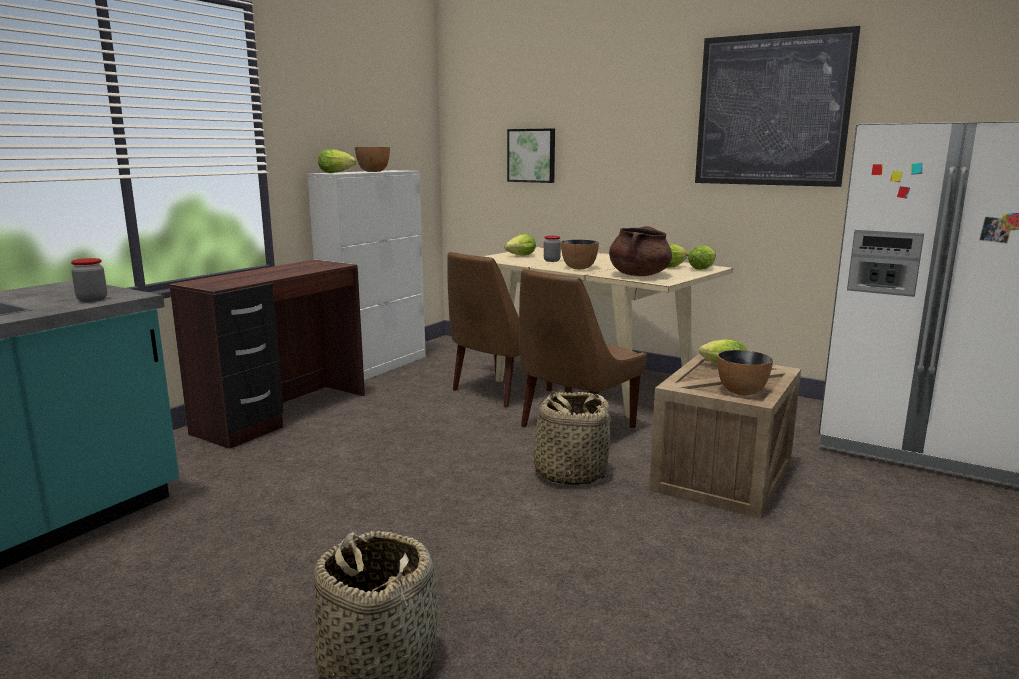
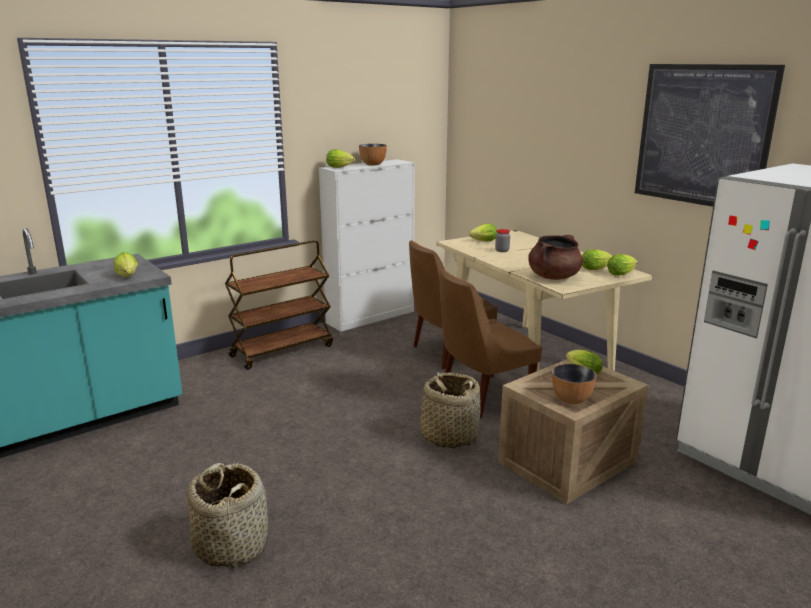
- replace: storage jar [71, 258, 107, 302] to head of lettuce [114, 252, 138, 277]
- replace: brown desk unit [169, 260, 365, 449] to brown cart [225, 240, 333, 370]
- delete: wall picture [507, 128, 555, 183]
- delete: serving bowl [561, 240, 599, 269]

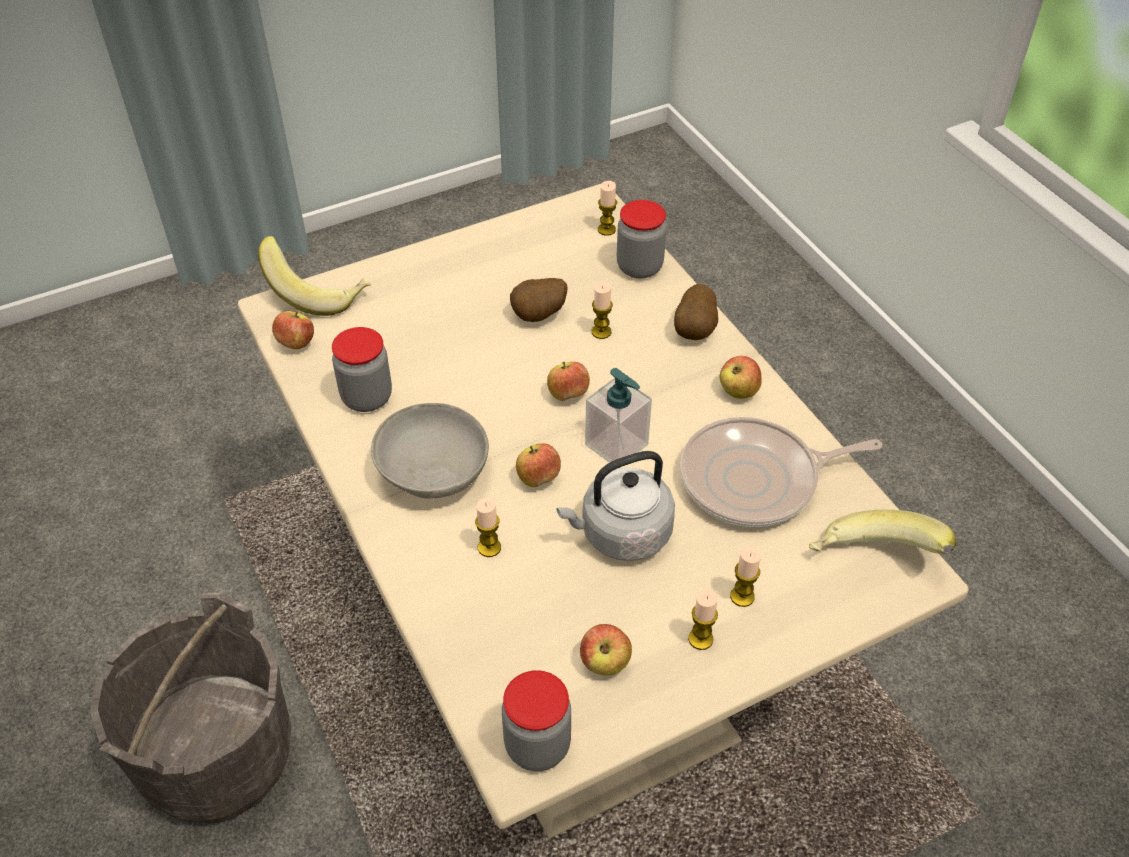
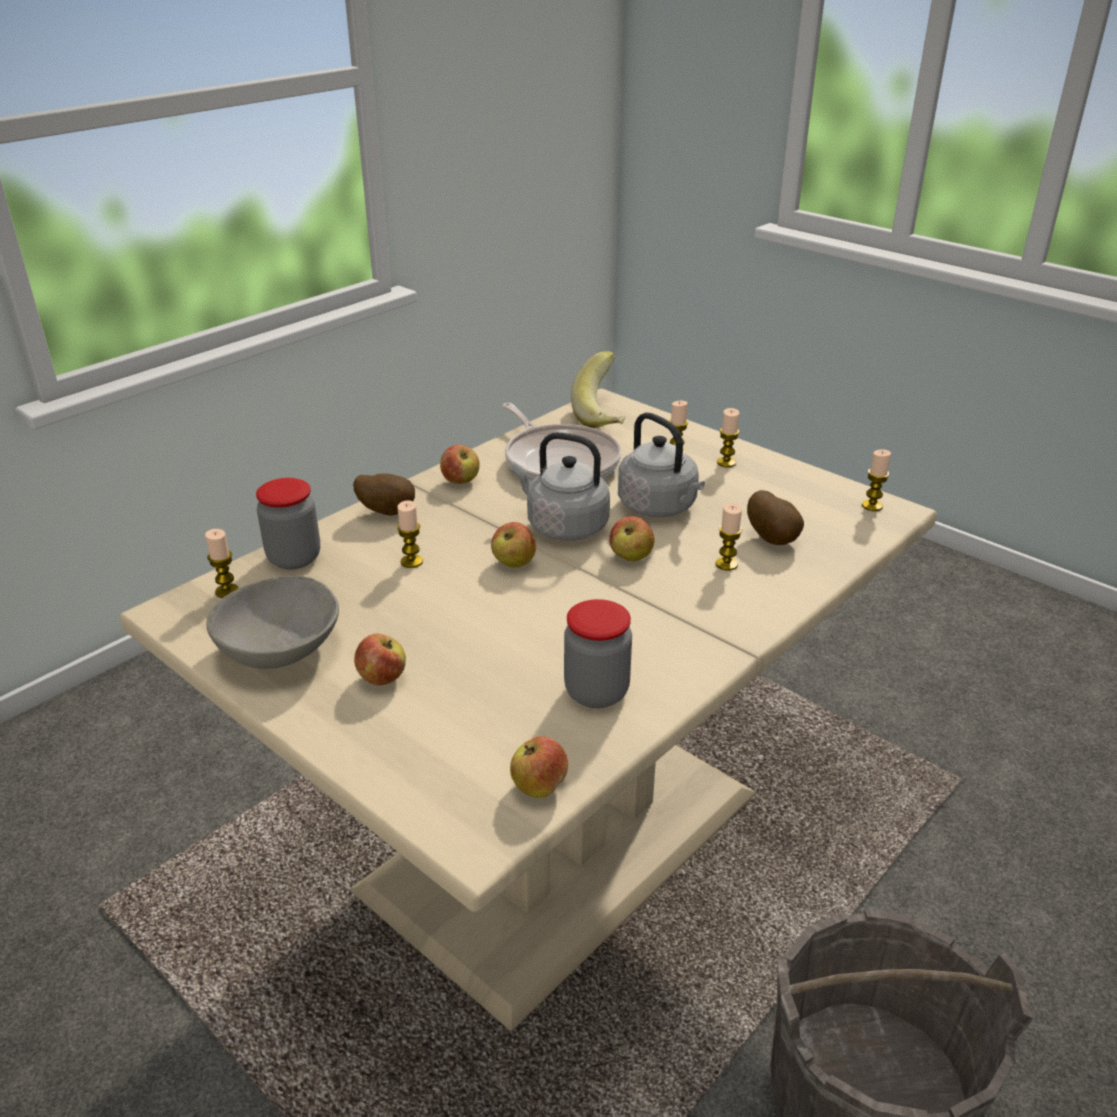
- delete: whole banana [258, 236, 371, 316]
- move: greyish serving bowl [371, 403, 489, 499] to [207, 576, 339, 669]
- replace: storage jar [502, 670, 571, 771] to candle [862, 449, 891, 511]
- move: potato [510, 278, 568, 322] to [747, 490, 804, 545]
- move: whole apple [580, 624, 632, 676] to [354, 634, 406, 685]
- replace: soap dispenser [585, 368, 652, 469] to greyish water kettle [511, 432, 610, 541]

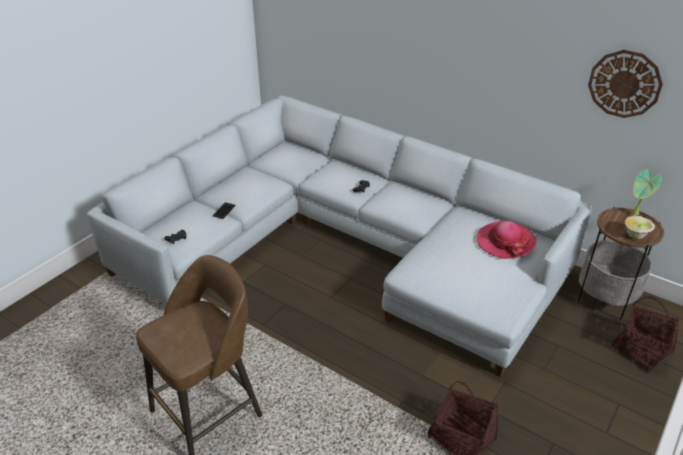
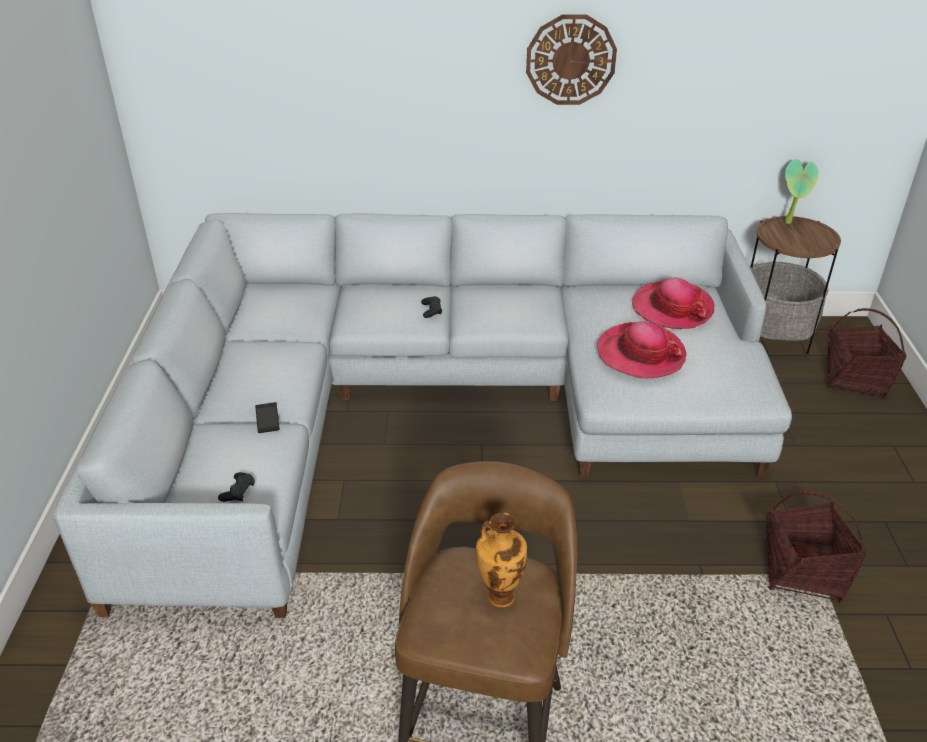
- move: wall clock [588, 50, 663, 118] to [526, 14, 617, 105]
- delete: serving bowl [624, 216, 655, 239]
- insert: flower vase [476, 512, 527, 607]
- insert: hat [597, 321, 686, 379]

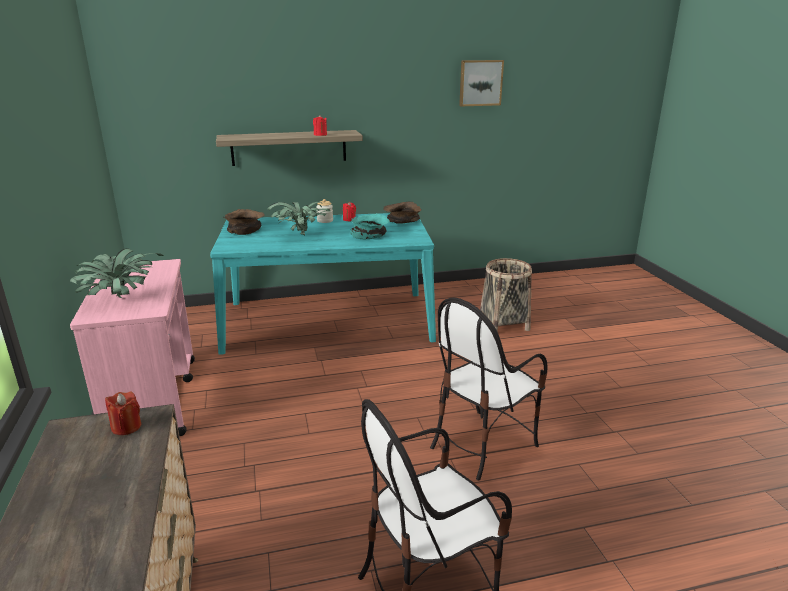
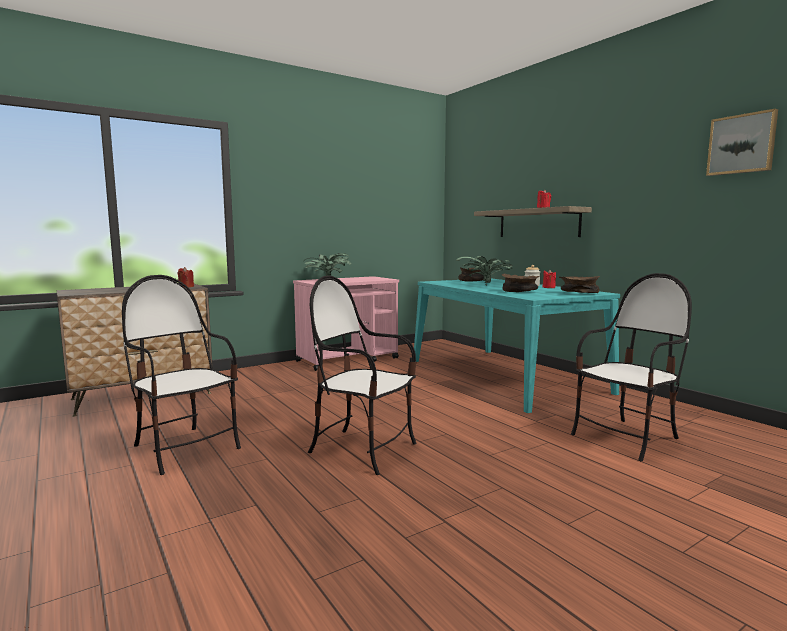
- recolor: blue-green serving bowl [350, 213, 390, 239] to brown serving bowl [502, 274, 540, 292]
- replace: basket [480, 258, 532, 332] to chair [571, 273, 692, 461]

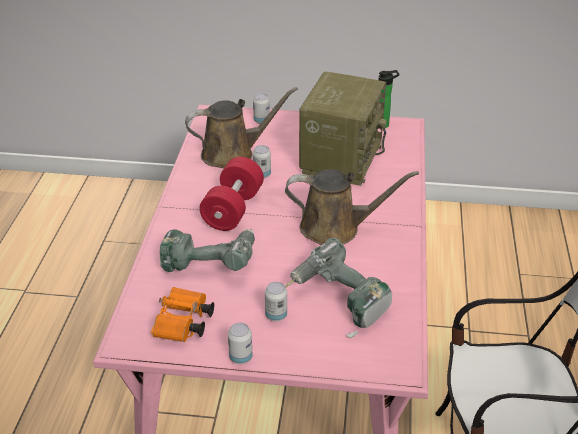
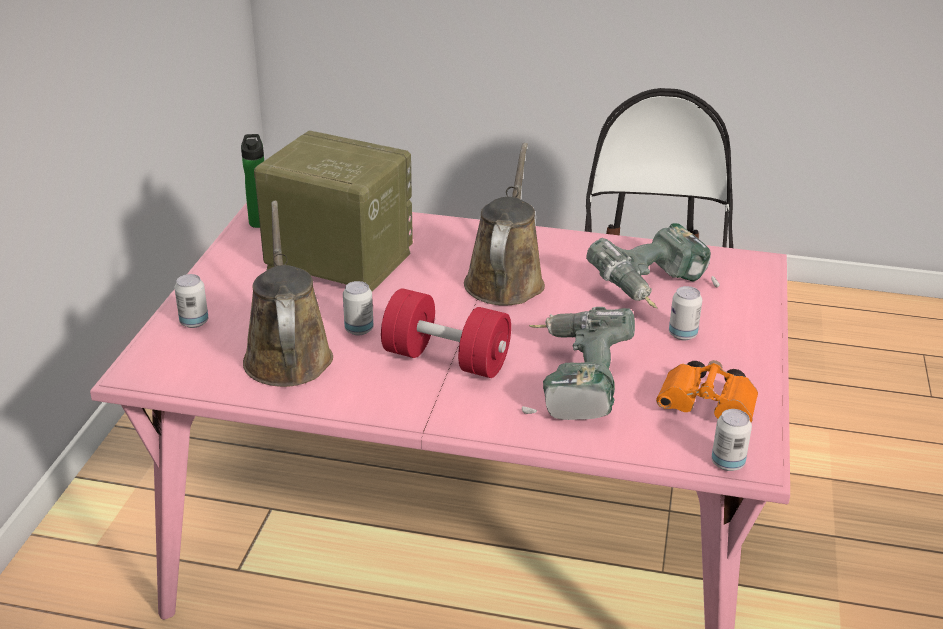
- move: metal can [228, 323, 252, 364] to [711, 409, 752, 471]

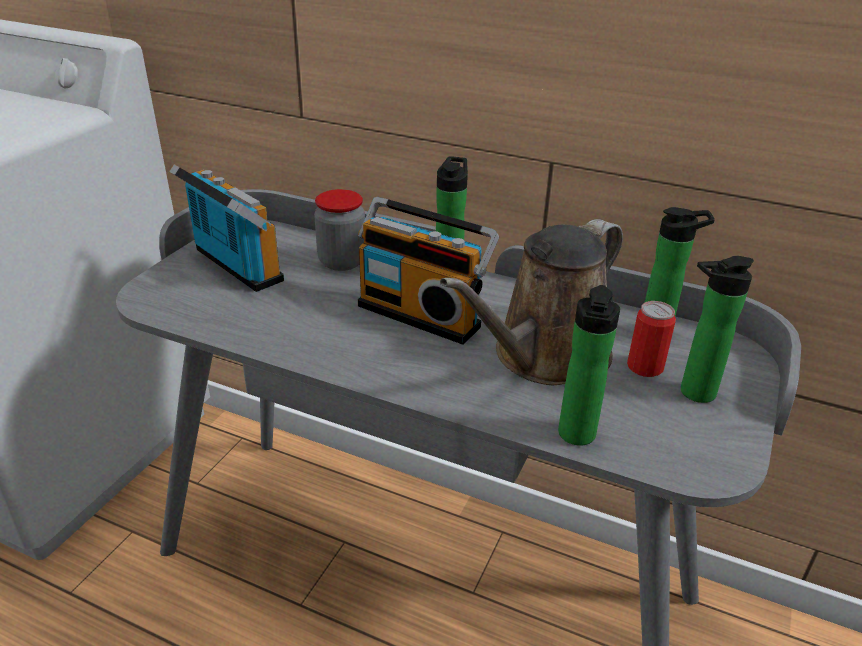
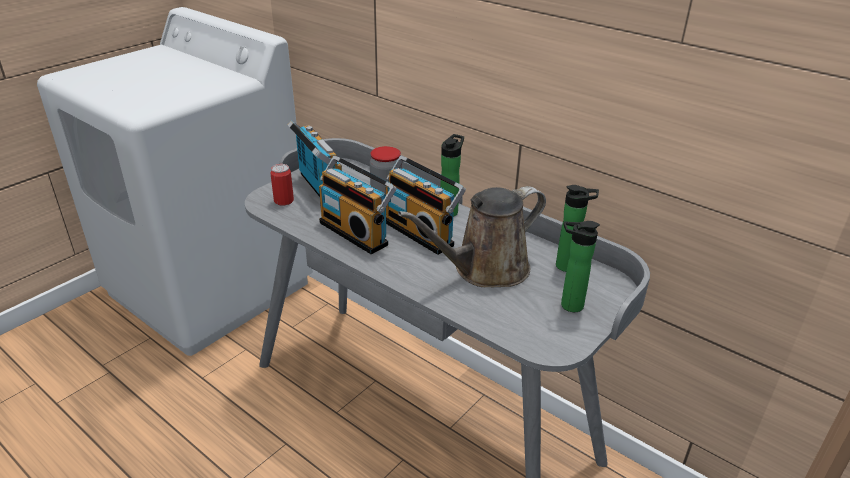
- delete: beverage bottle [558, 285, 620, 446]
- move: metal can [627, 301, 676, 377] to [270, 164, 294, 206]
- insert: radio receiver [319, 156, 397, 254]

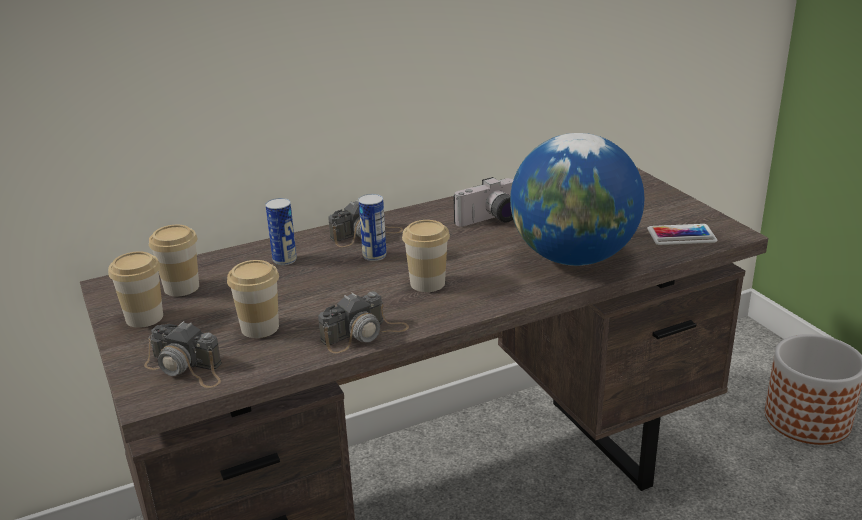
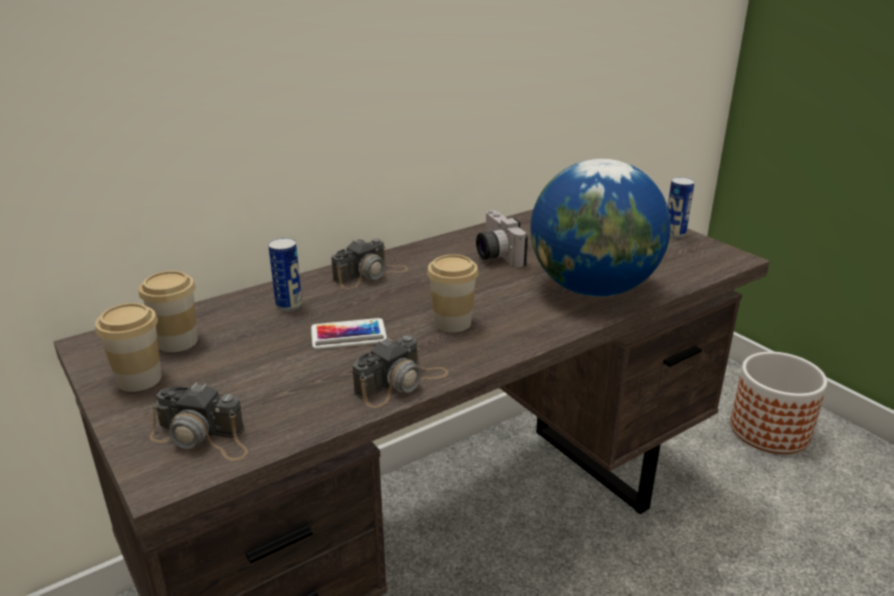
- delete: cup [227, 260, 279, 338]
- move: metal can [358, 194, 387, 261] to [668, 177, 695, 238]
- rotate: photo camera [453, 177, 513, 226] = [476, 210, 528, 268] 105 degrees clockwise
- move: handset [647, 224, 717, 245] to [311, 318, 387, 349]

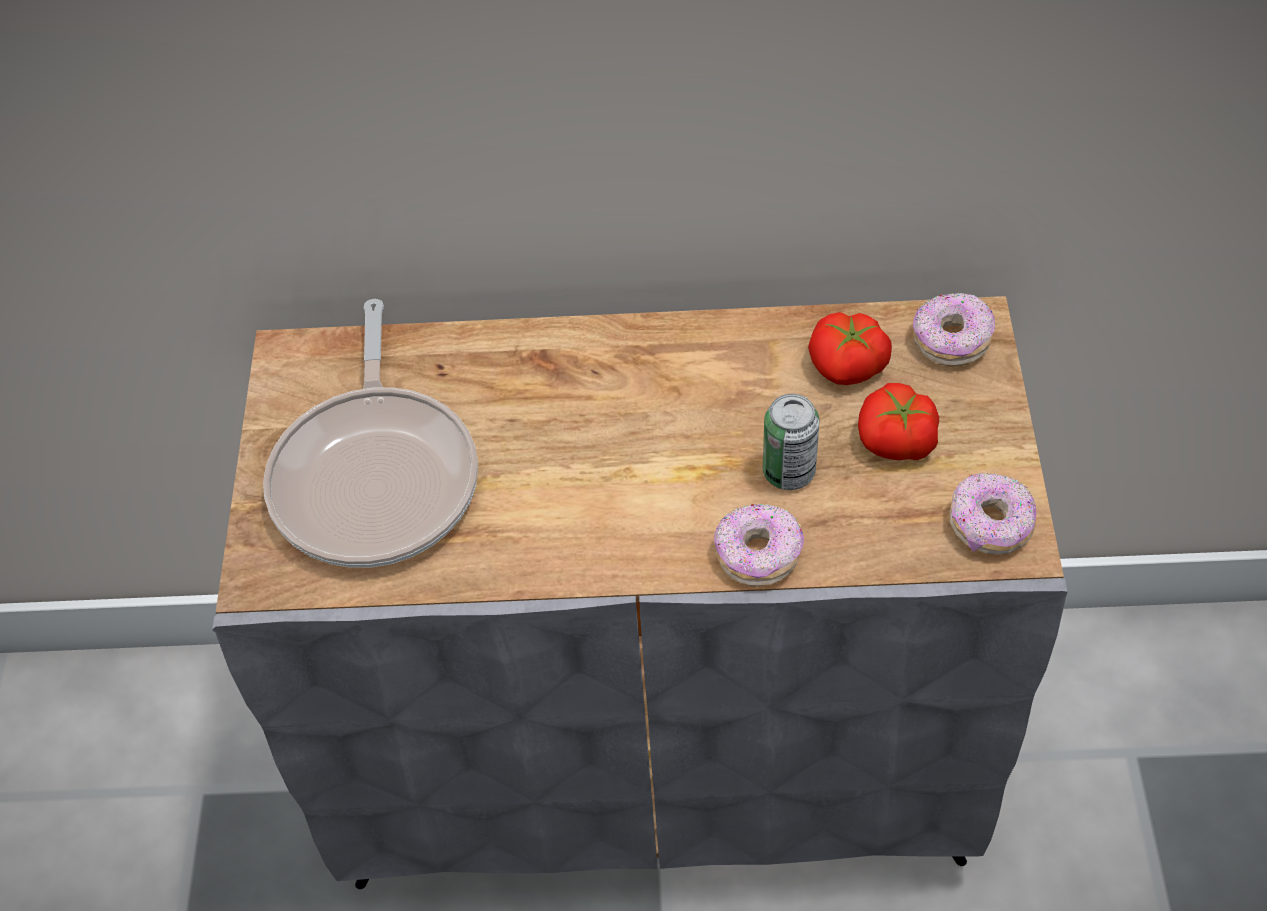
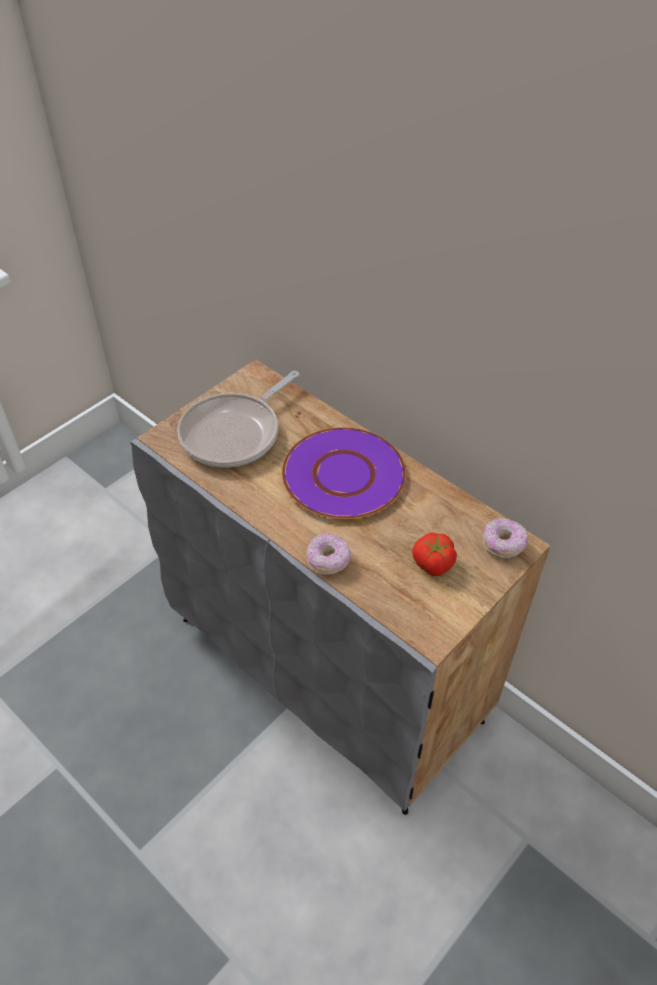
- delete: metal can [763, 394, 820, 490]
- delete: fresh tomato [808, 312, 892, 385]
- delete: doughnut [950, 473, 1036, 555]
- insert: purple flat dish [282, 427, 406, 519]

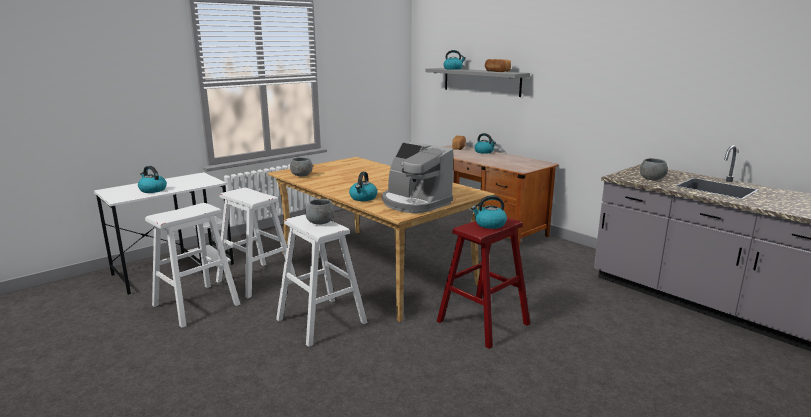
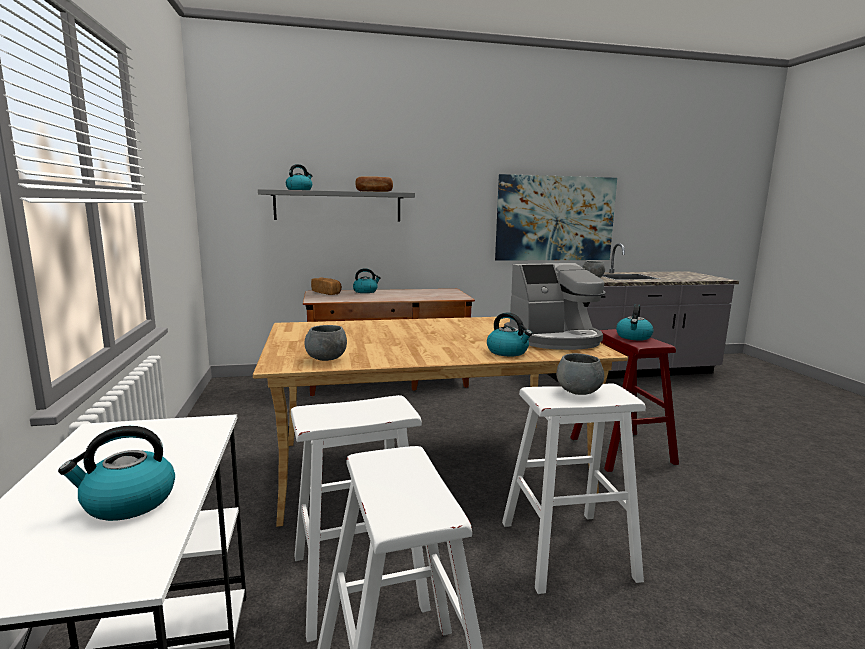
- insert: wall picture [495, 174, 617, 261]

